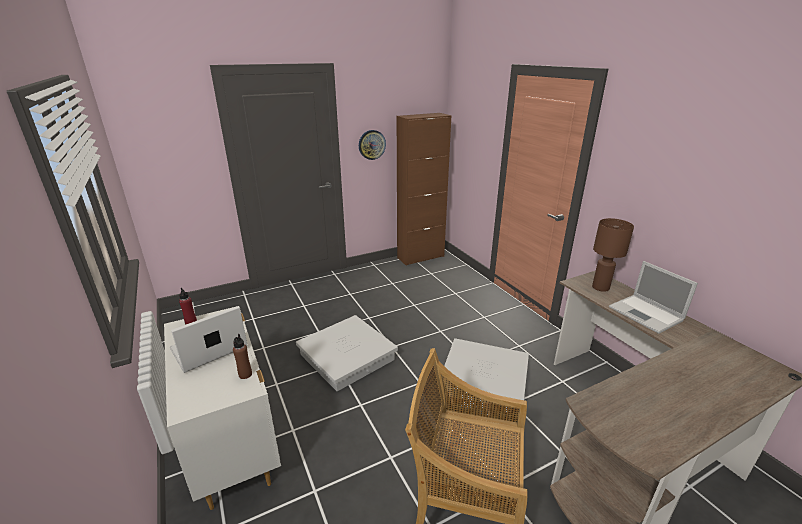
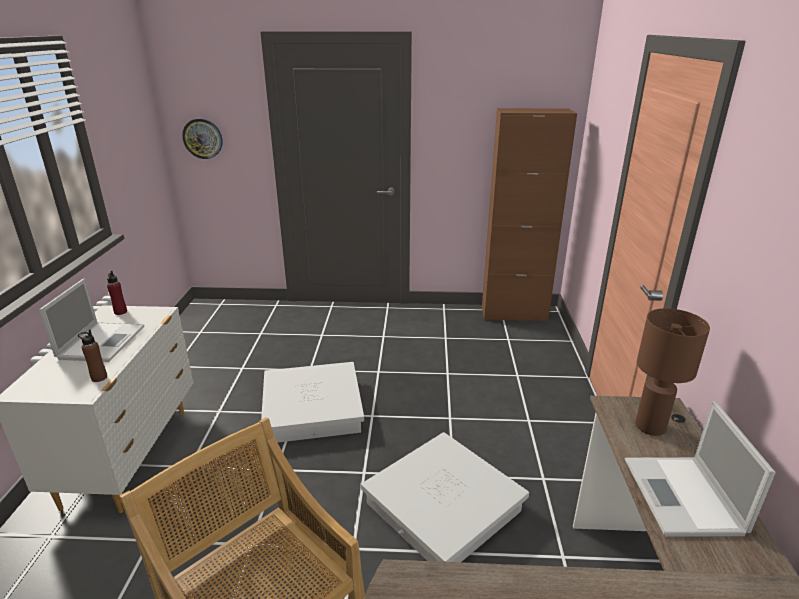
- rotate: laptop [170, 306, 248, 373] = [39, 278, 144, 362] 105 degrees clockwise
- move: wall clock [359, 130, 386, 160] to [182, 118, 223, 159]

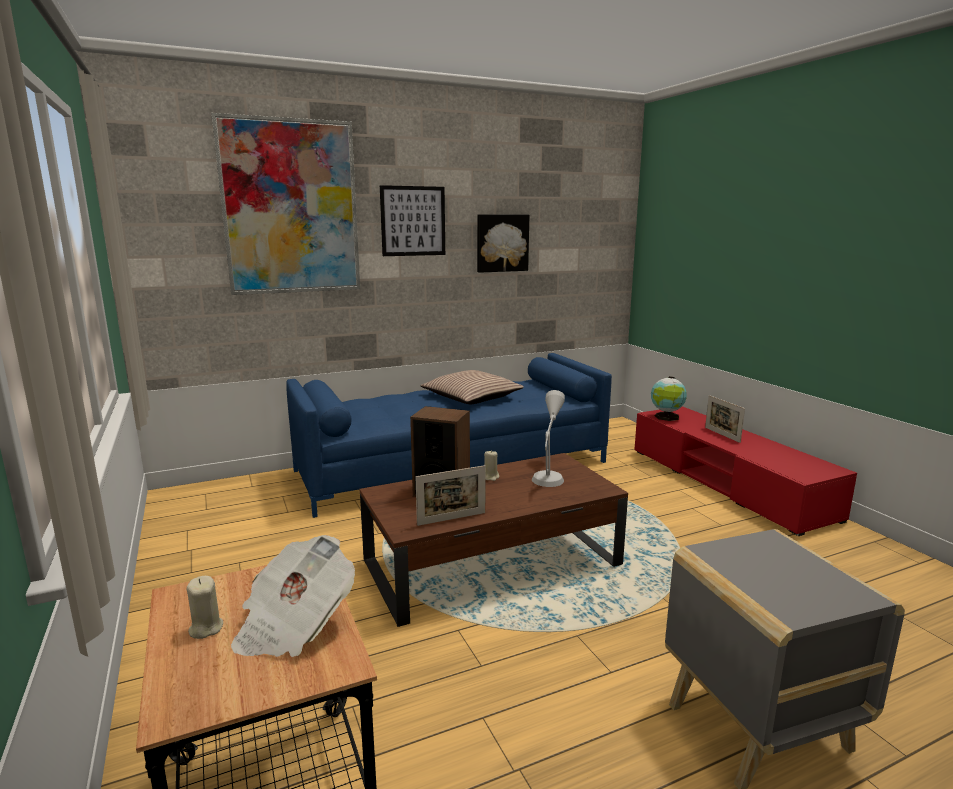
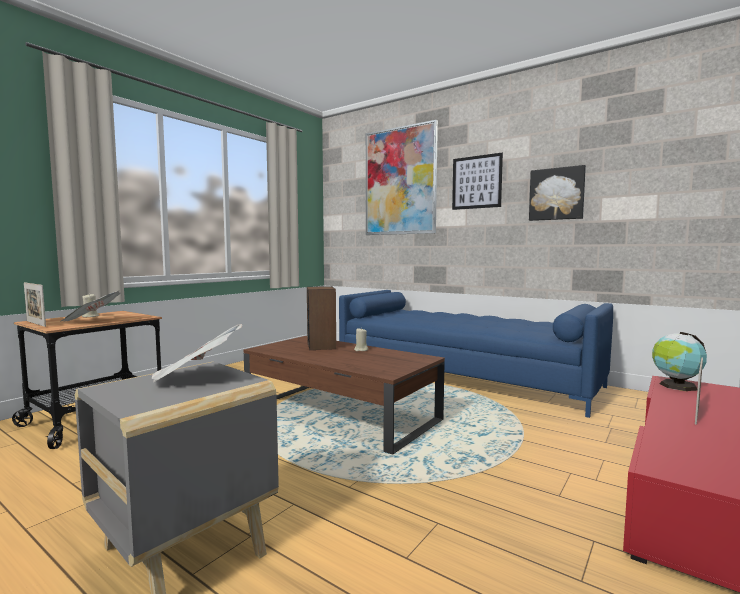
- move: standing frame [416, 465, 486, 526] to [24, 282, 46, 327]
- delete: throw pillow [420, 370, 524, 404]
- delete: greyish table lamp [532, 390, 565, 487]
- insert: daily paper [152, 324, 242, 383]

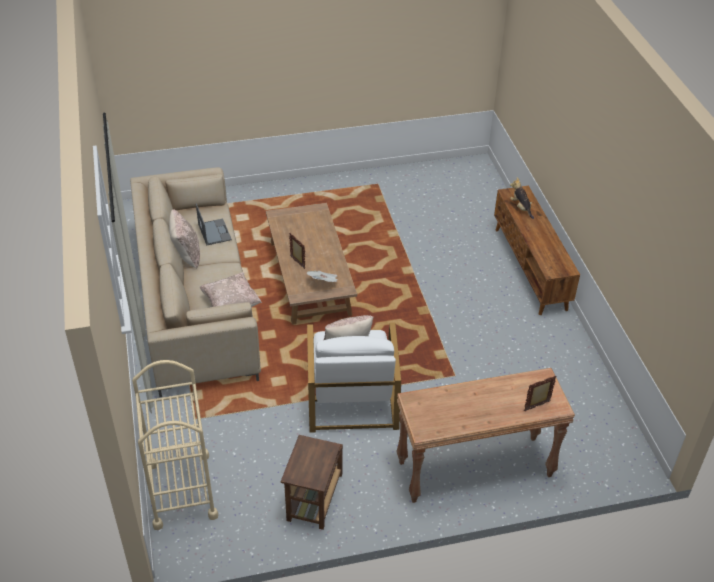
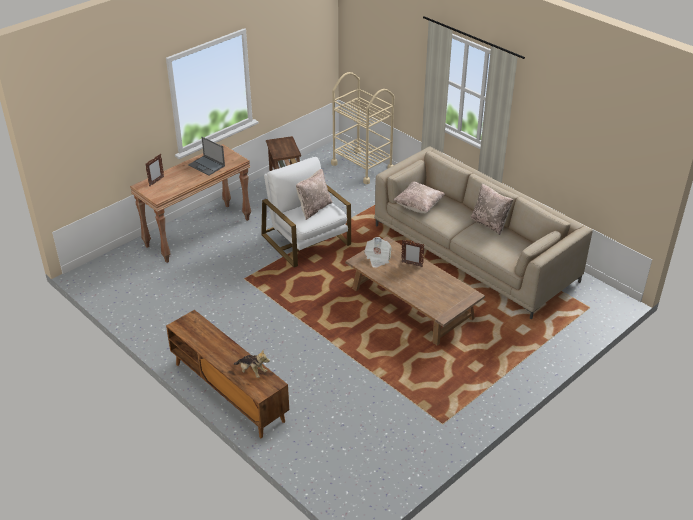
- move: laptop [196, 203, 232, 246] to [188, 137, 225, 175]

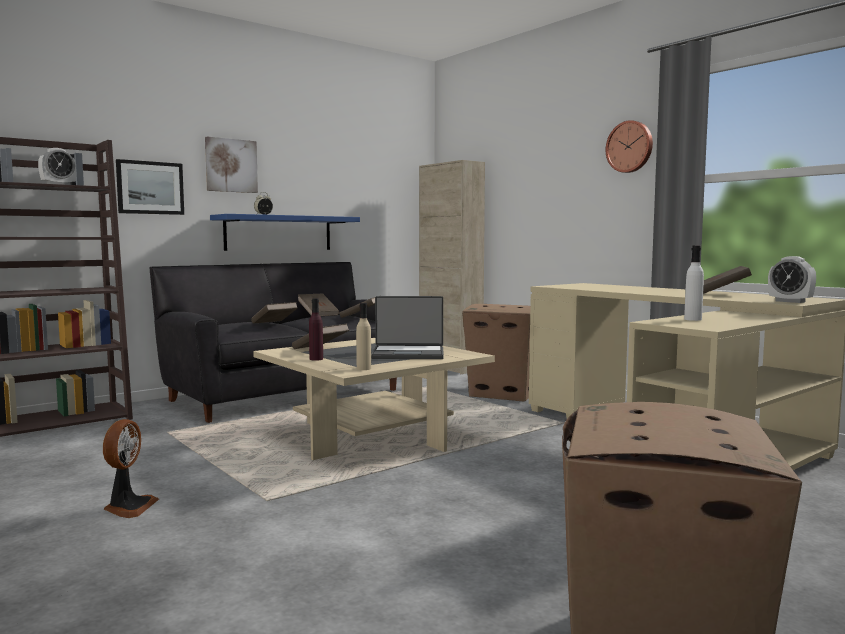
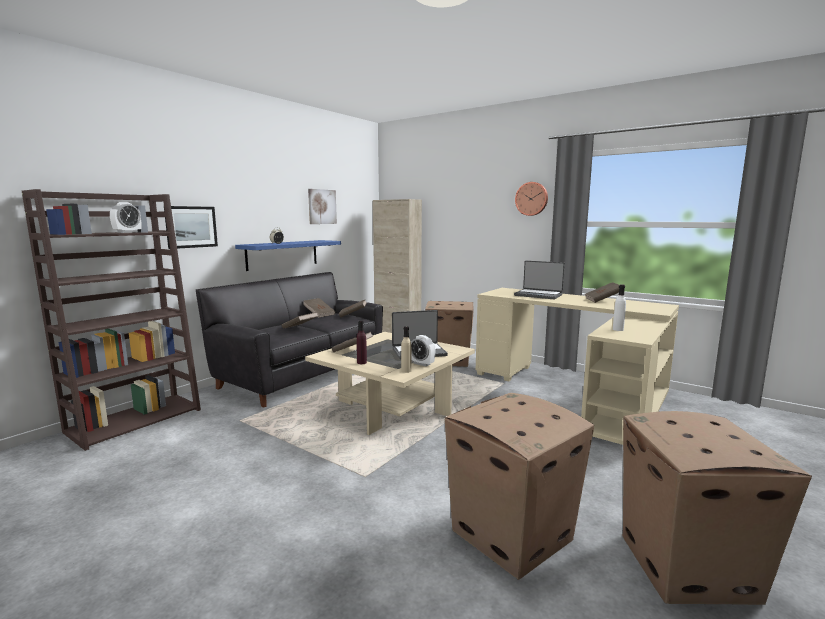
- delete: electric fan [103, 419, 159, 518]
- move: wall picture [205, 137, 258, 193] to [308, 189, 337, 224]
- move: table clock [768, 256, 816, 303] to [411, 335, 435, 366]
- insert: packing box [444, 393, 594, 580]
- insert: laptop [514, 261, 565, 299]

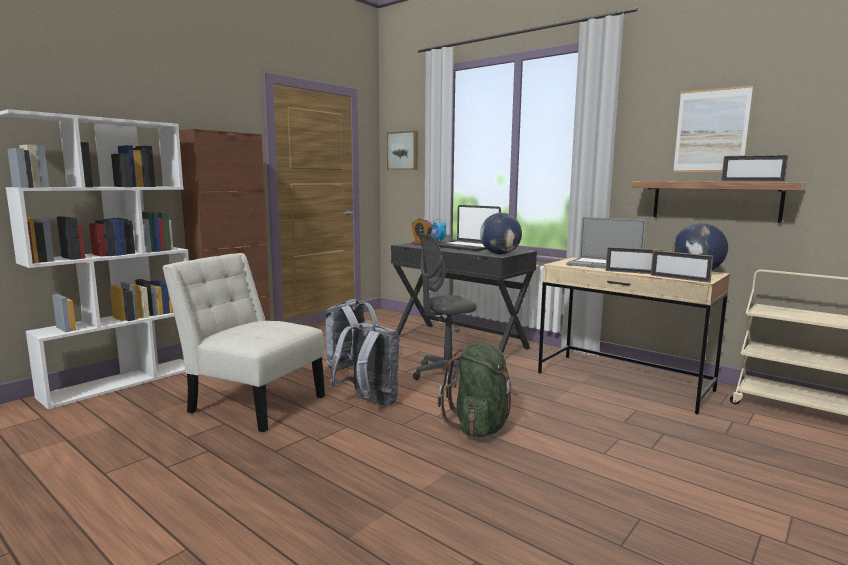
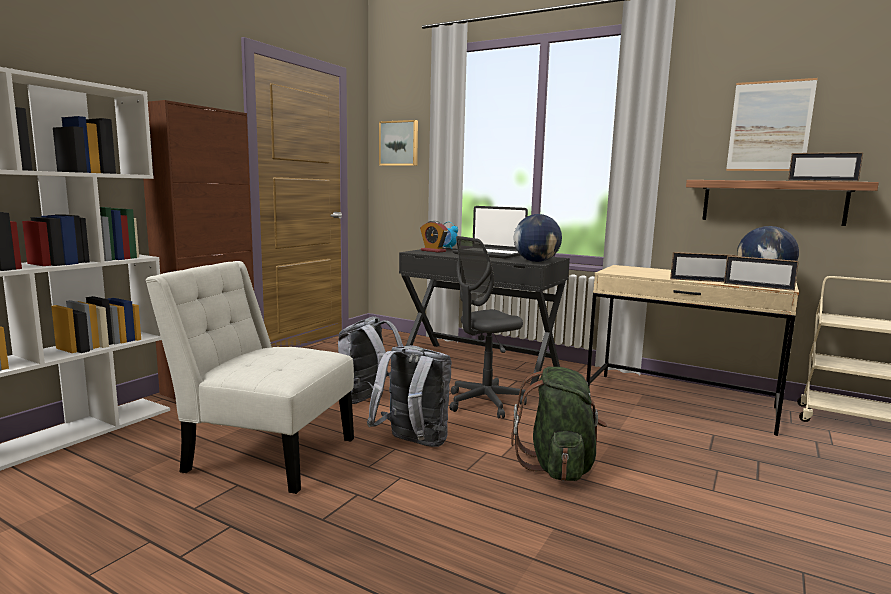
- delete: laptop [566, 217, 646, 269]

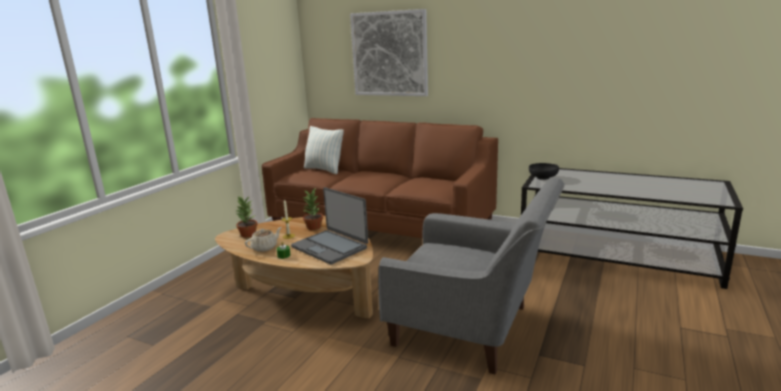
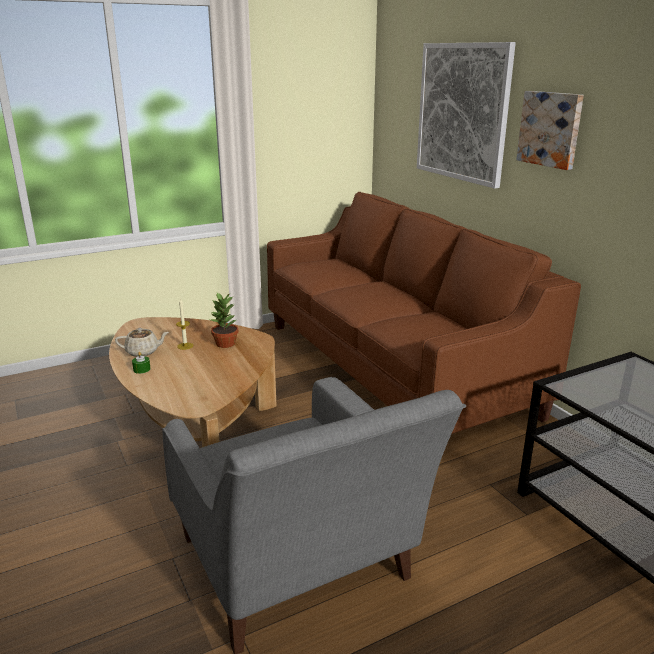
- delete: plant in a pot [235, 196, 258, 238]
- delete: laptop [291, 187, 368, 265]
- delete: throw pillow [304, 126, 344, 174]
- delete: black serving bowl [529, 163, 559, 180]
- insert: wall picture [516, 91, 584, 170]

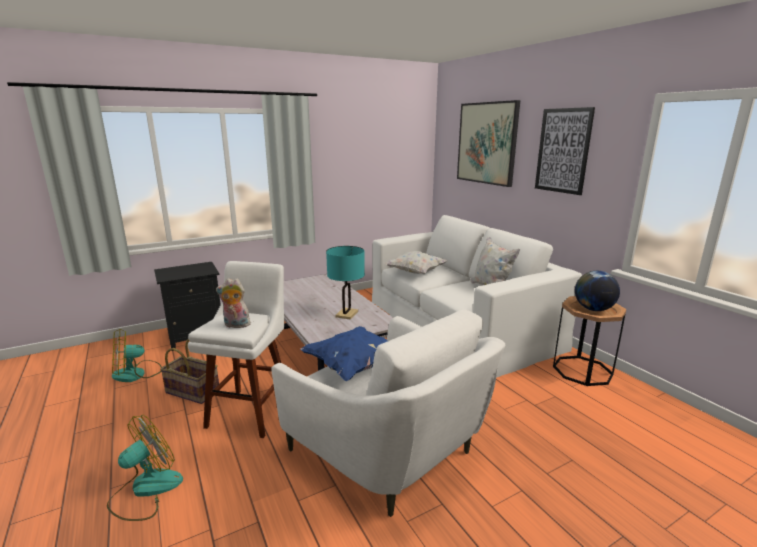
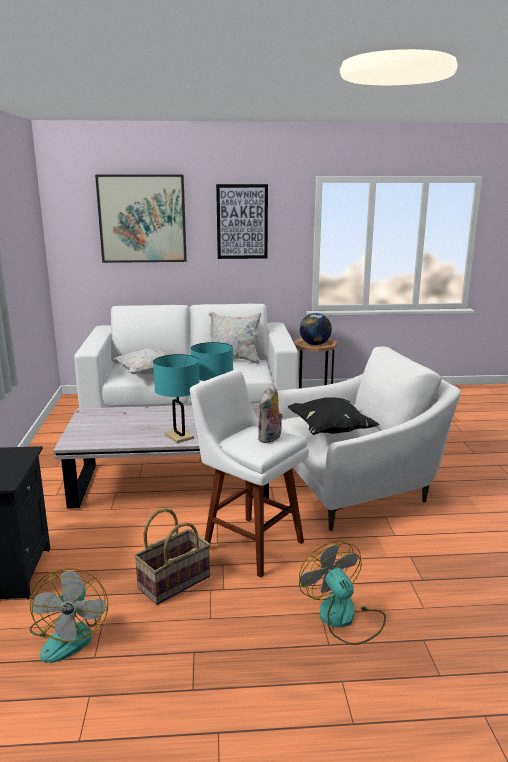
- recolor: blue-coloured throw pillow [300, 326, 388, 381] to black throw pillow [288, 397, 379, 435]
- insert: blue-green table lamp [153, 354, 200, 443]

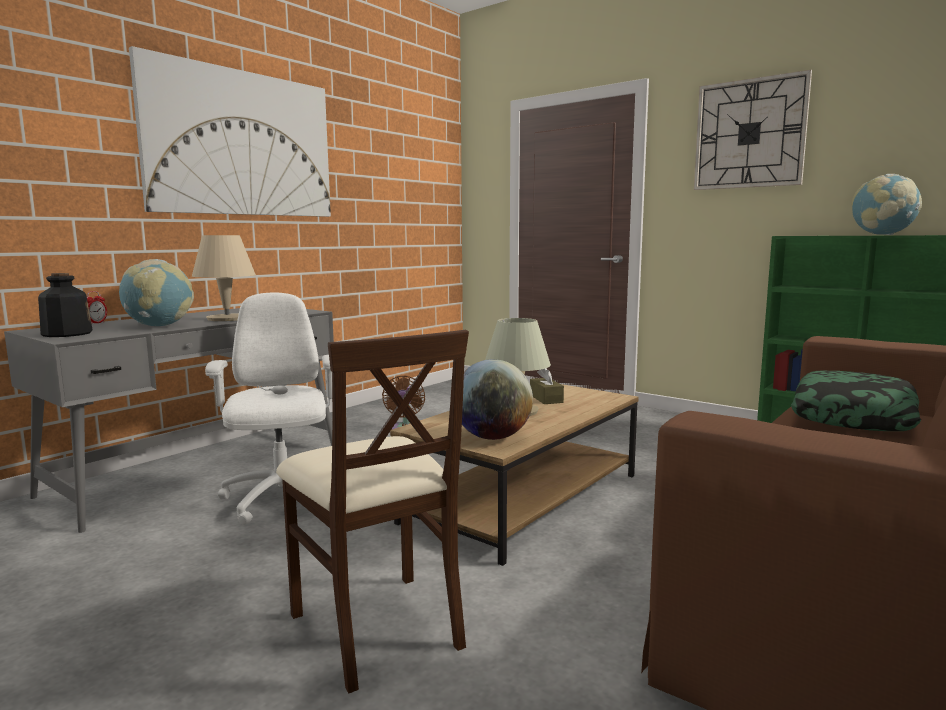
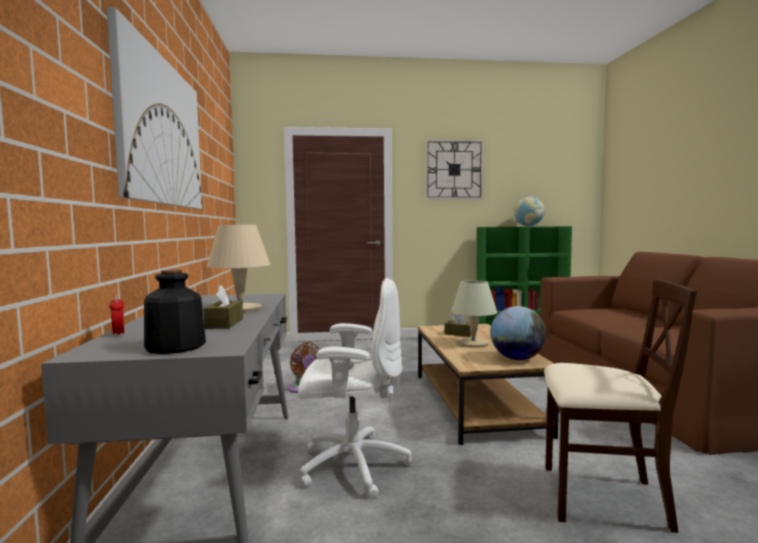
- replace: desk globe [119, 259, 194, 326] to brown box of tissues [204, 285, 243, 329]
- rotate: white office chair [205, 292, 332, 525] = [298, 278, 412, 499] 150 degrees clockwise
- delete: throw pillow [791, 371, 921, 431]

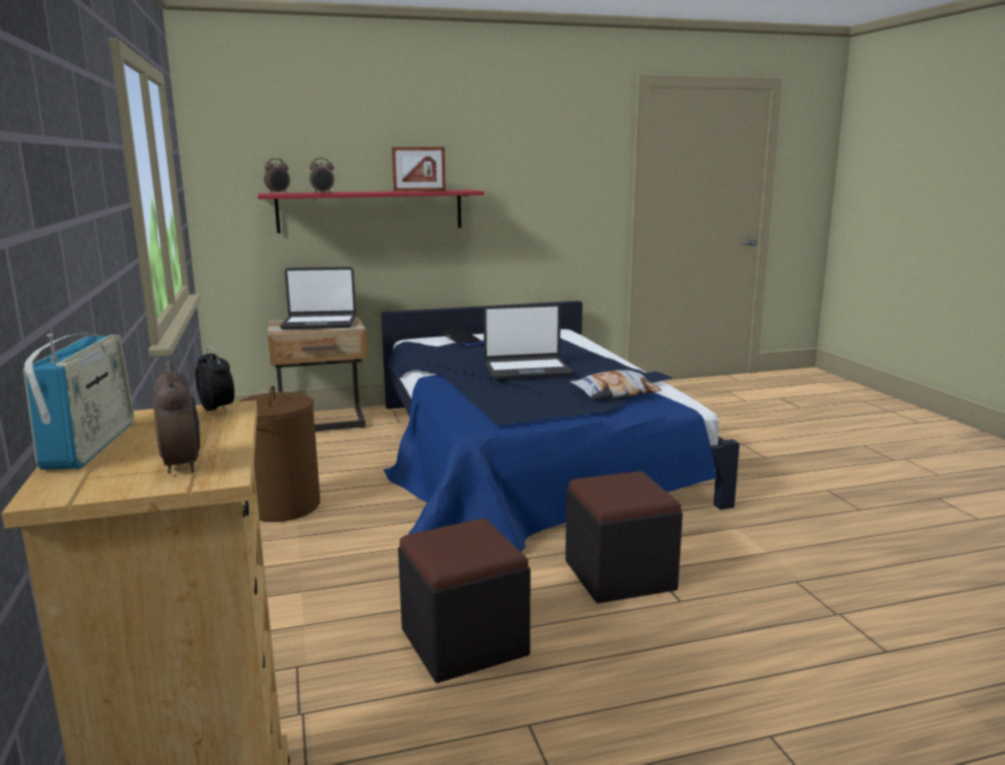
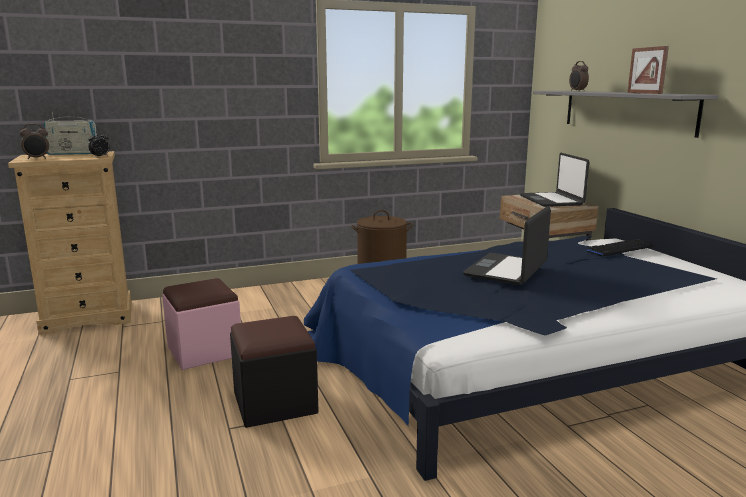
- recolor: reddish bracket shelf [258, 190, 484, 233] to greyish bracket shelf [533, 91, 718, 138]
- delete: table clock [264, 158, 290, 194]
- recolor: black footrest [398, 519, 530, 683] to pink footrest [162, 278, 241, 370]
- rotate: laptop [483, 303, 573, 379] = [463, 206, 551, 285] 45 degrees clockwise
- delete: throw pillow [570, 370, 661, 399]

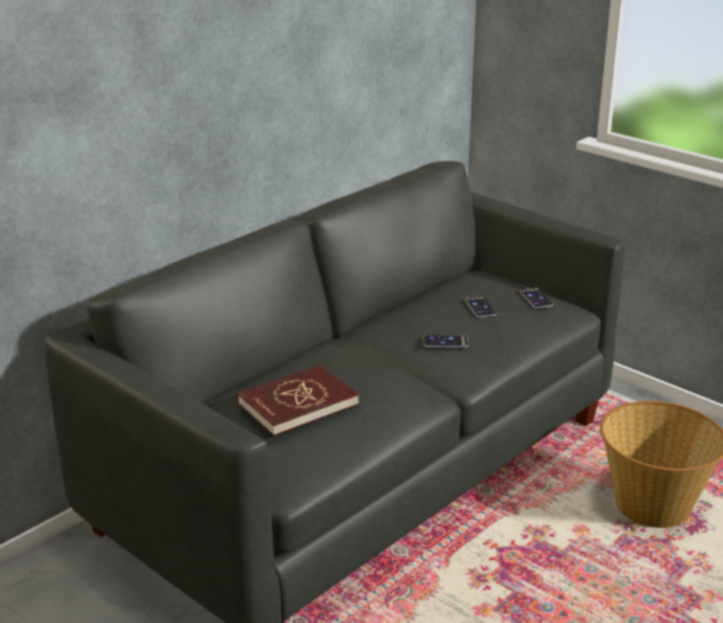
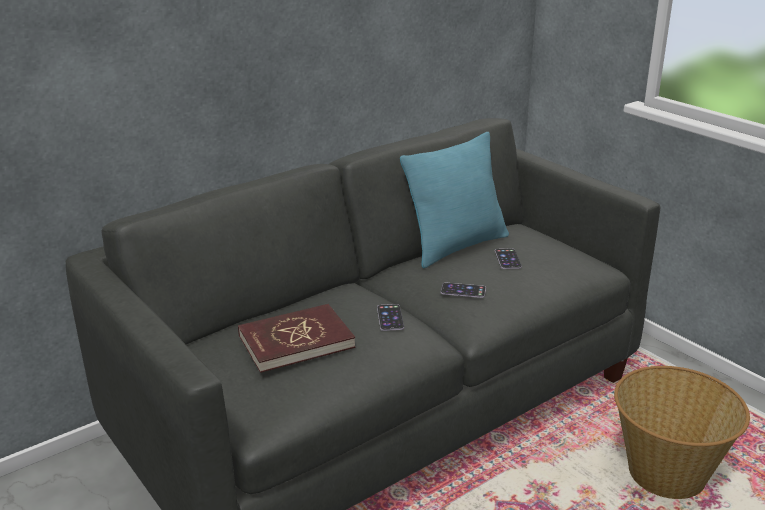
- move: handset [520, 288, 553, 308] to [377, 304, 404, 331]
- insert: blue-green throw pillow [400, 132, 509, 268]

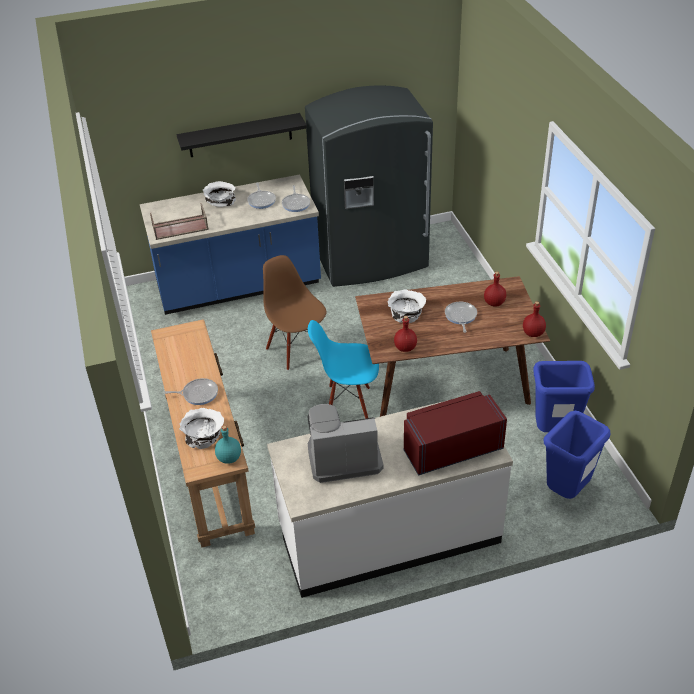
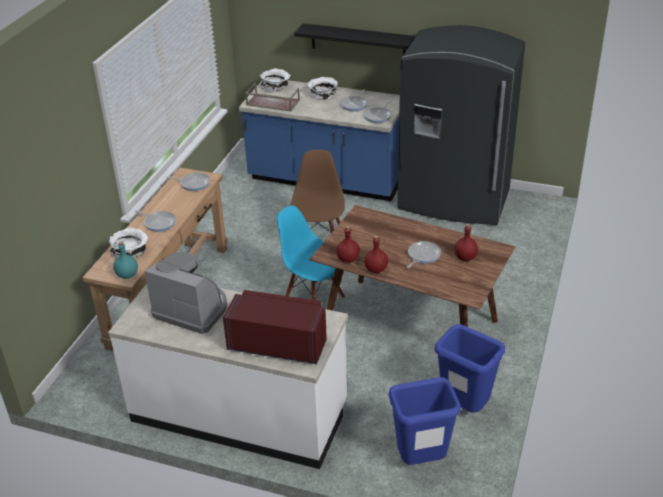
- move: white serving bowl [388, 290, 426, 323] to [260, 68, 290, 92]
- move: reddish beverage bottle [523, 302, 546, 337] to [364, 236, 388, 273]
- insert: pan [166, 173, 210, 191]

